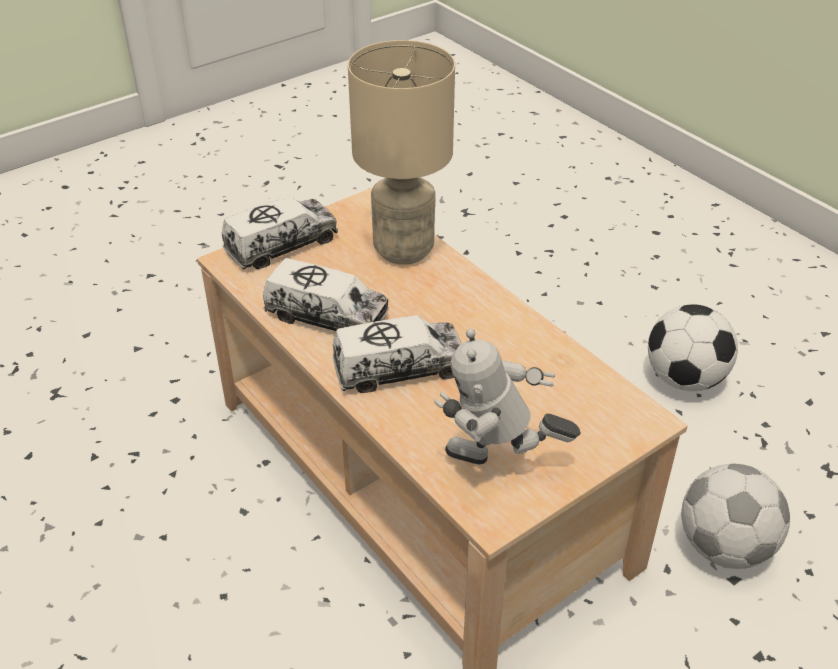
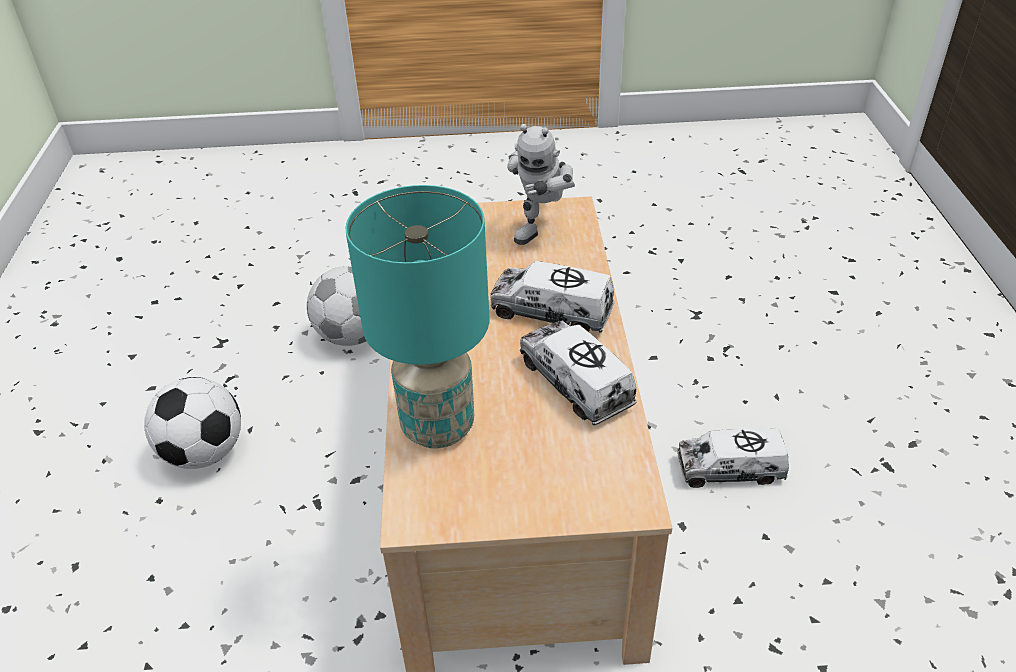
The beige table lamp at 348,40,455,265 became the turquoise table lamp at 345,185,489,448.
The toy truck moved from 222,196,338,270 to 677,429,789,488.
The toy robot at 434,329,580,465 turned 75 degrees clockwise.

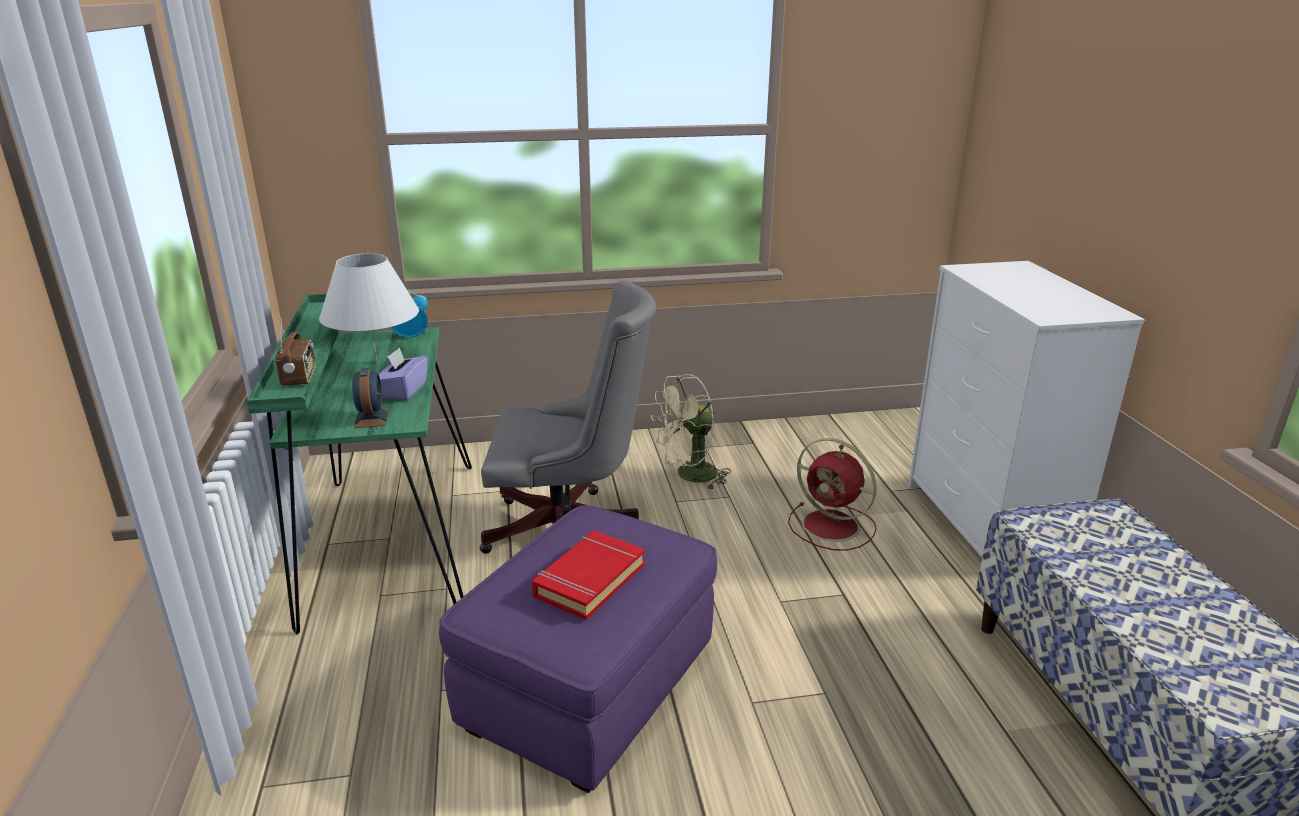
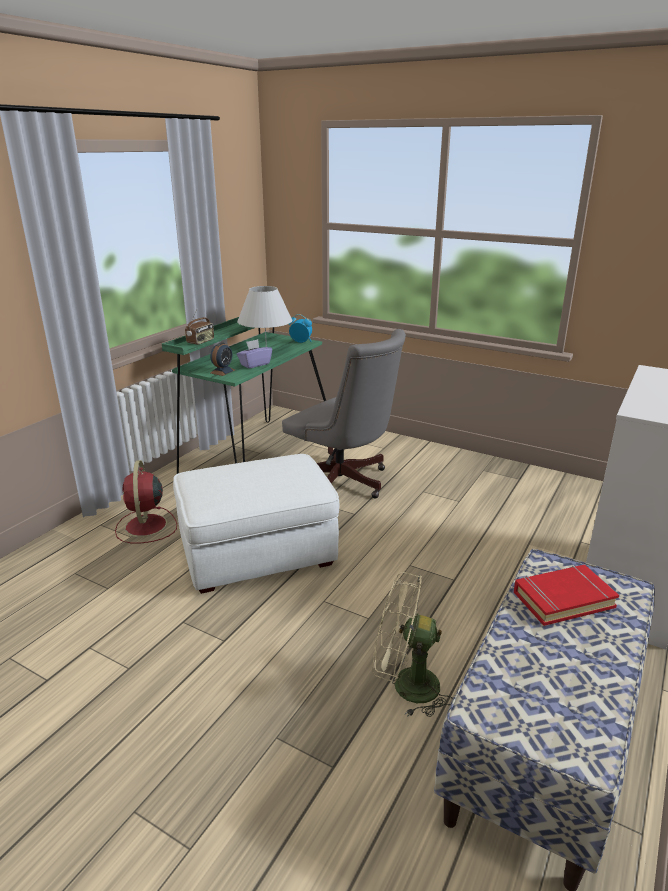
The beige fan moved from 651,374,731,490 to 373,572,453,717.
The red fan moved from 788,438,877,551 to 115,460,177,544.
The purple ottoman at 439,505,717,793 became the white ottoman at 173,454,339,594.
The red book moved from 532,531,645,620 to 514,565,619,626.

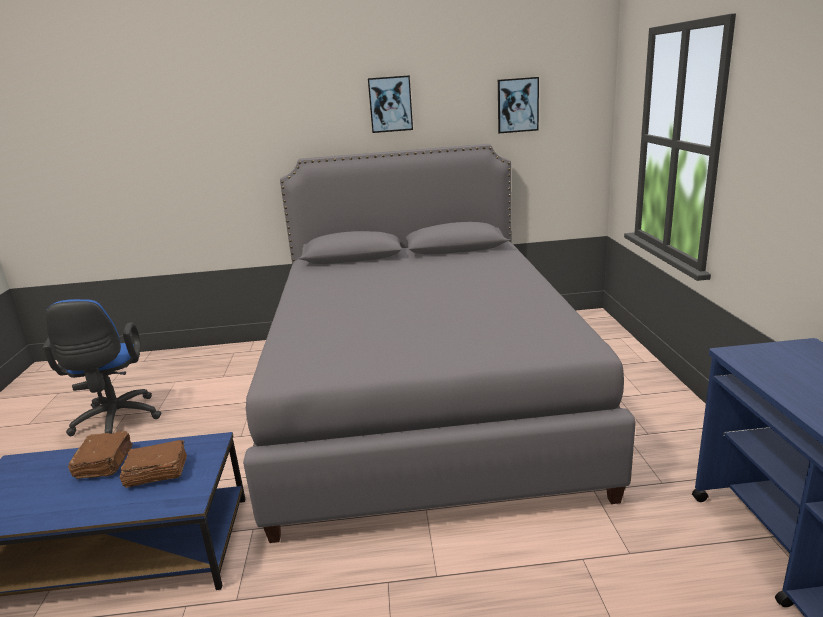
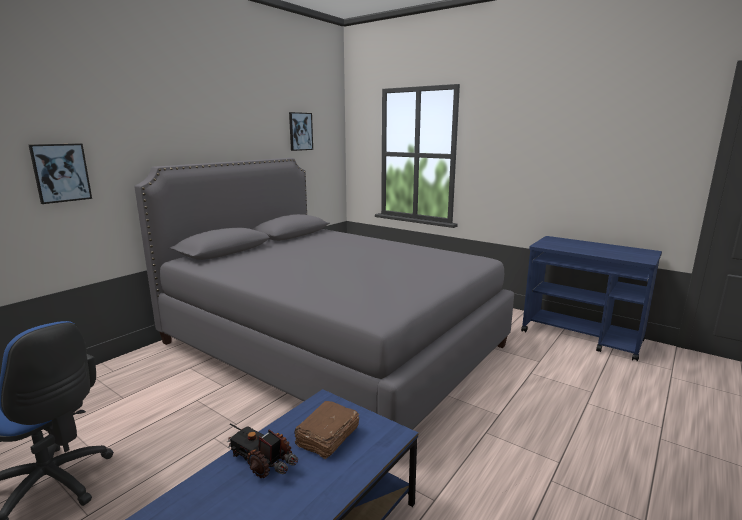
The picture moved from 368,75,413,133 to 29,143,92,204.
The brown book at 68,431,133,479 was replaced by the toy truck at 227,423,298,478.

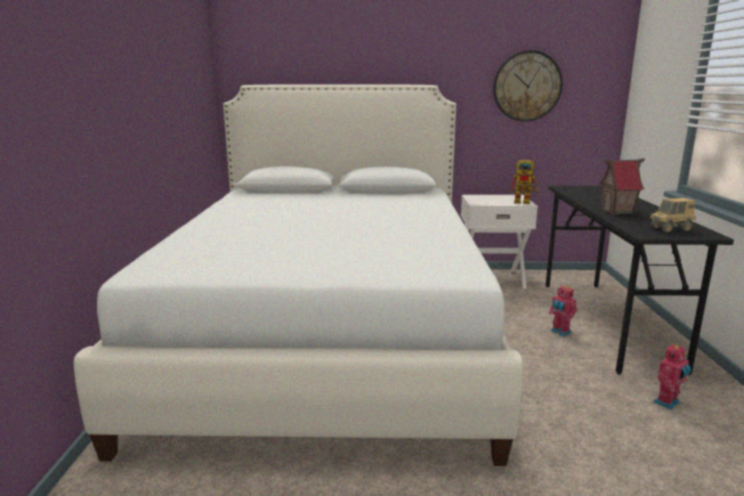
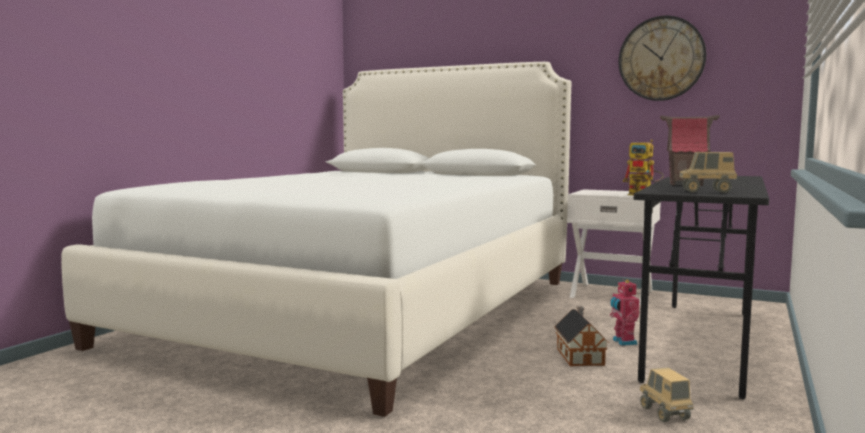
The toy robot at 653,344,691,410 was replaced by the toy truck at 639,368,694,422.
The toy house at 554,307,609,366 appeared.

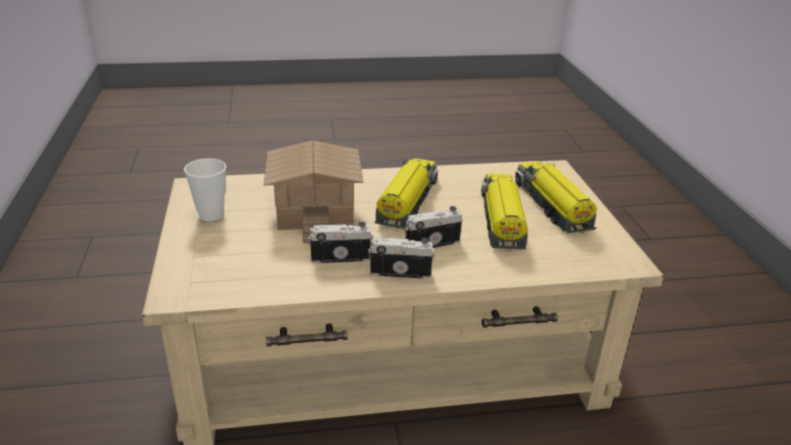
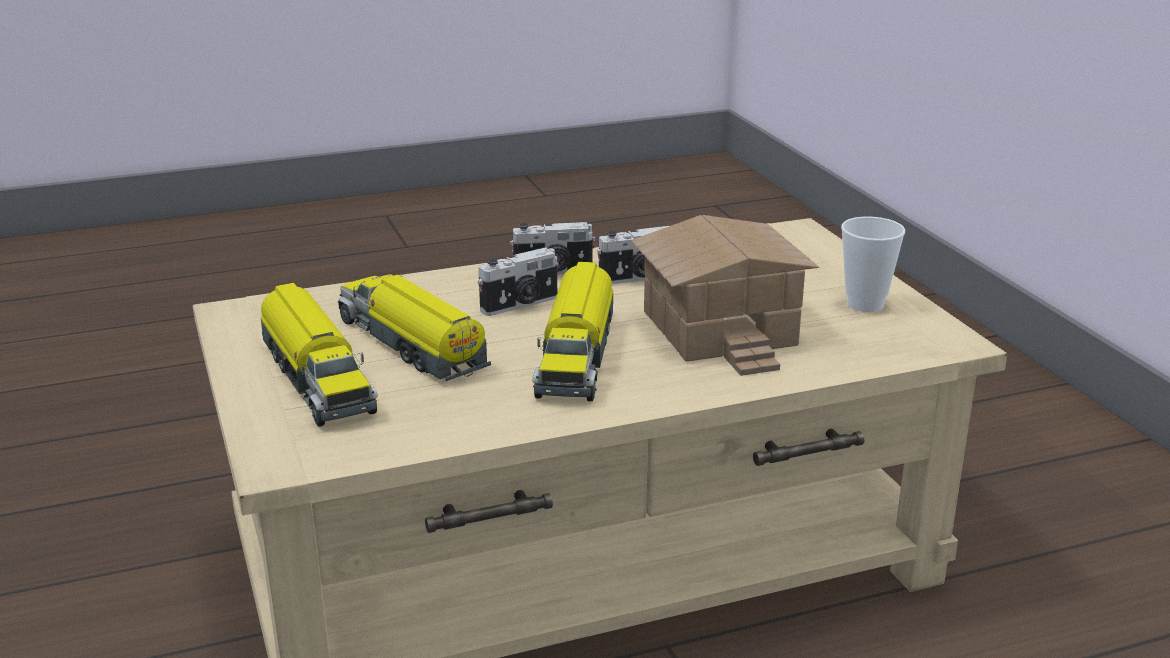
The toy truck at 481,173,528,250 turned 150 degrees clockwise.

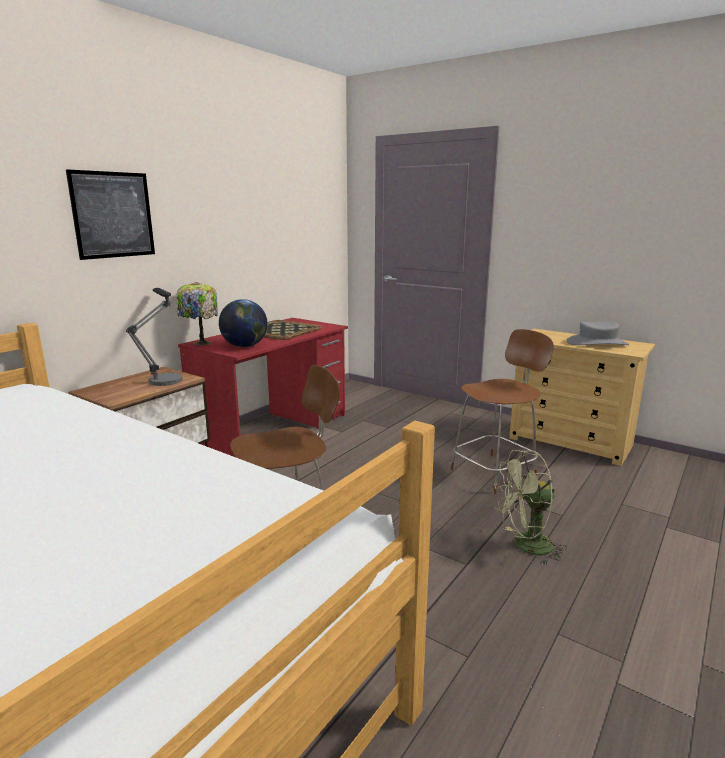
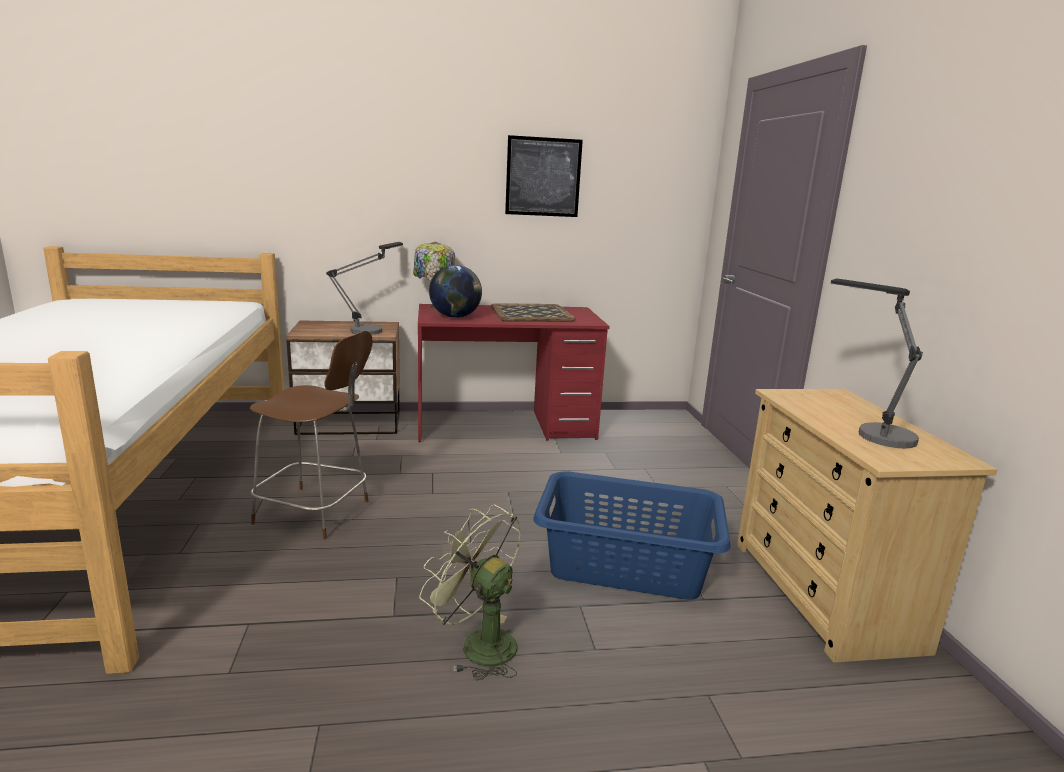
The picture moved from 66,169,155,260 to 505,135,583,217.
The grey hat at 567,321,629,345 was replaced by the table lamp at 831,279,923,449.
The brown chair at 451,329,554,494 was replaced by the blue laundry basket at 534,471,730,600.

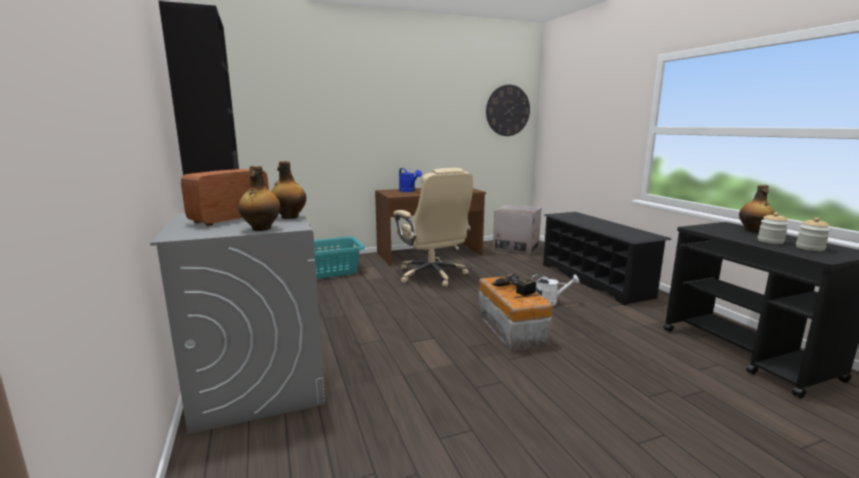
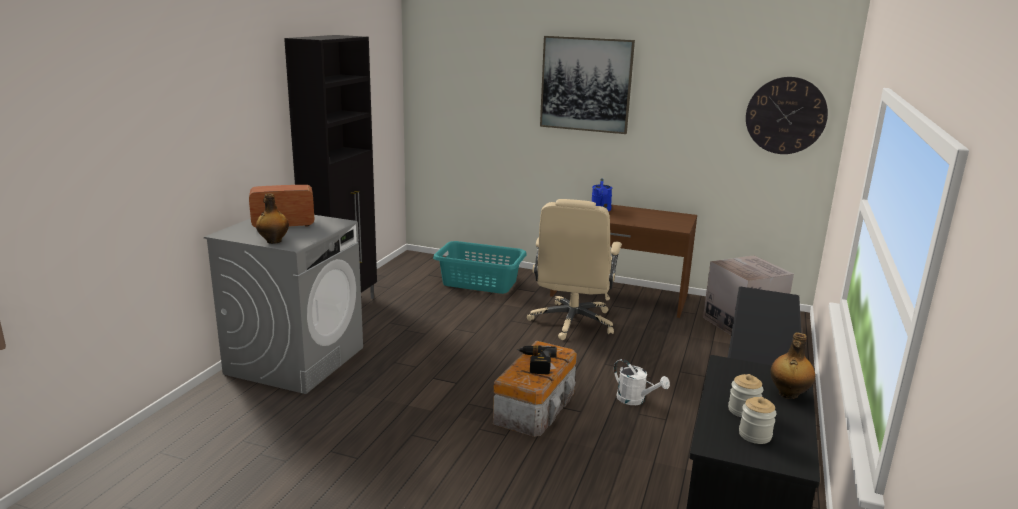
The bottle at 271,161,306,219 disappeared.
The picture at 540,36,635,134 appeared.

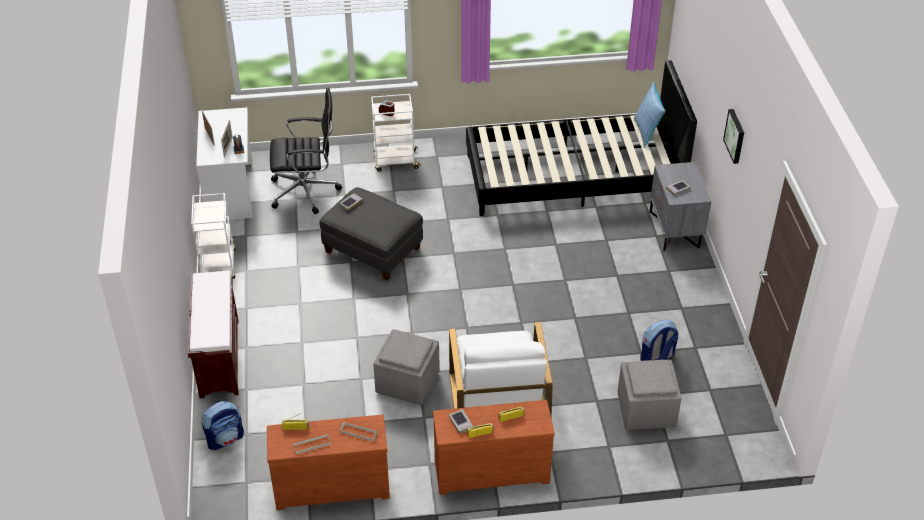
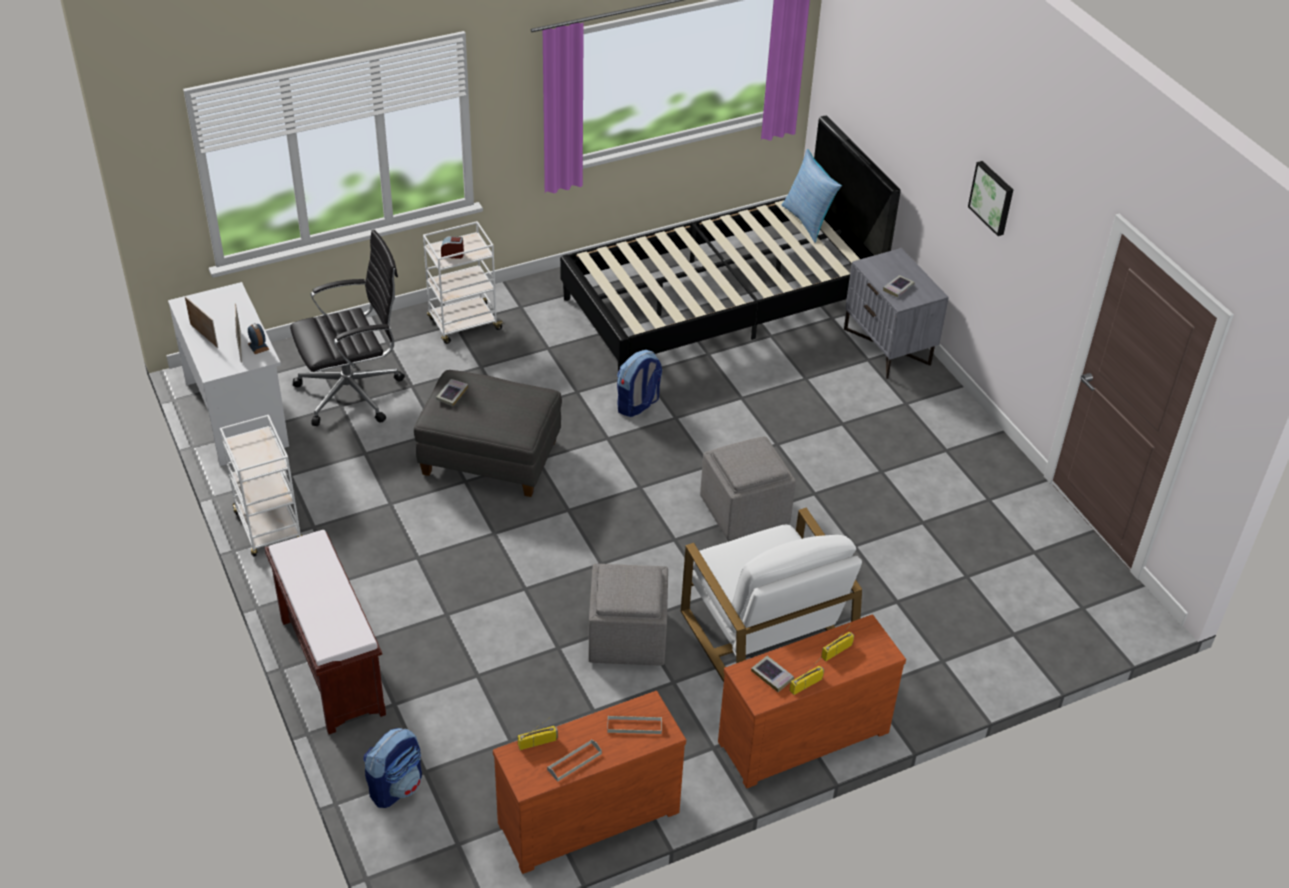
The backpack moved from 640,320,678,361 to 617,350,662,417.
The grey ottoman moved from 617,360,681,430 to 700,436,796,540.

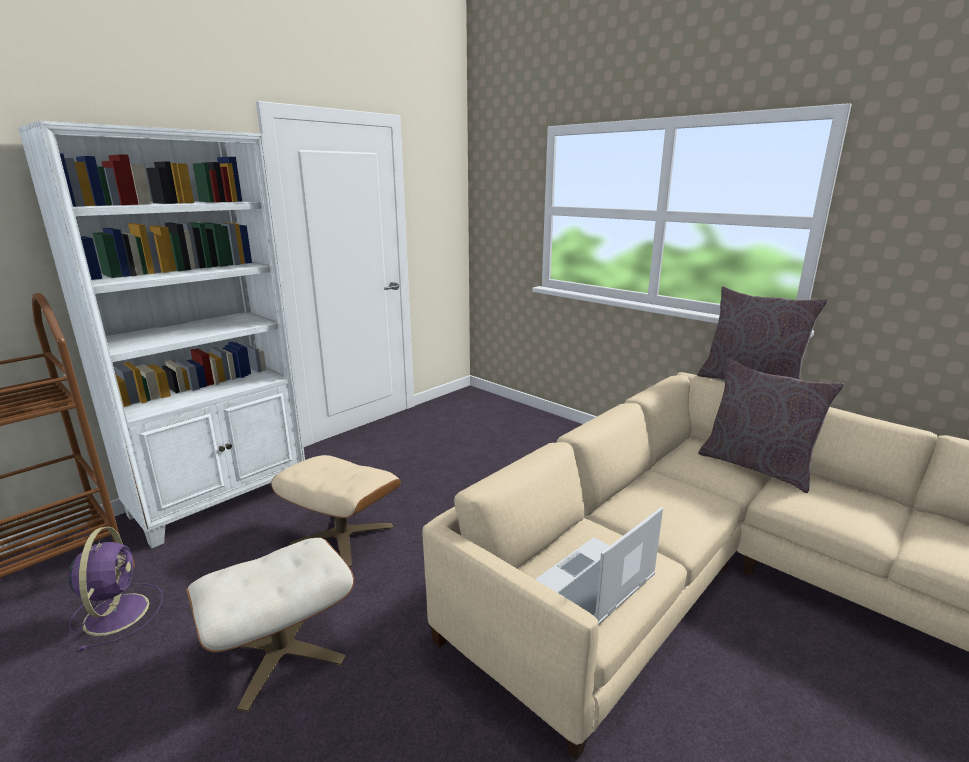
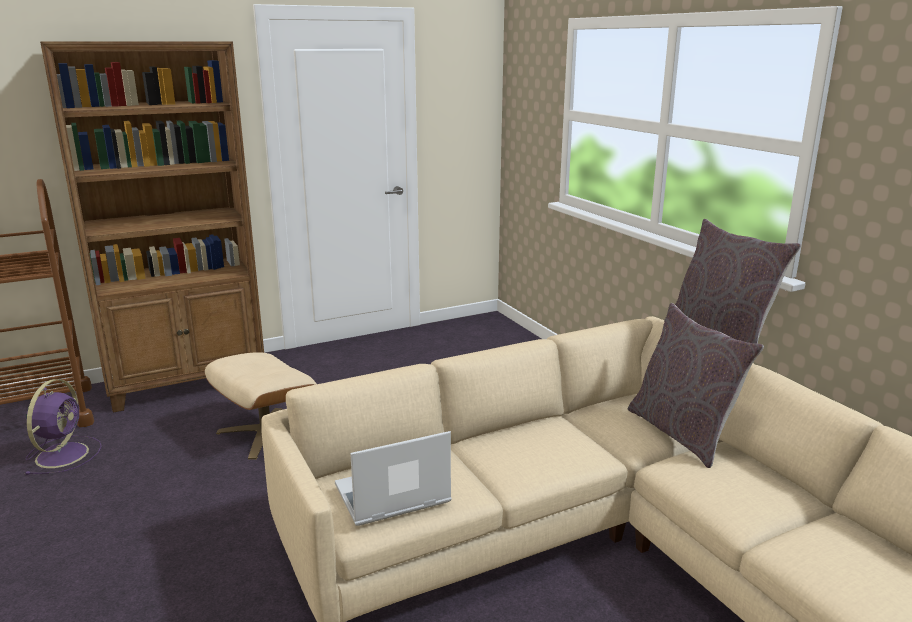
The white bookcase at 18,121,305,548 became the brown bookcase at 40,41,264,413.
The beige ottoman at 186,538,354,712 disappeared.

